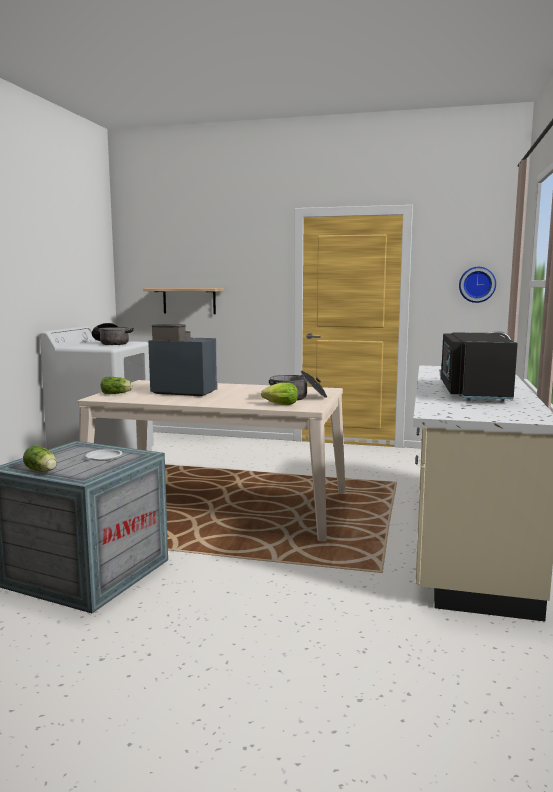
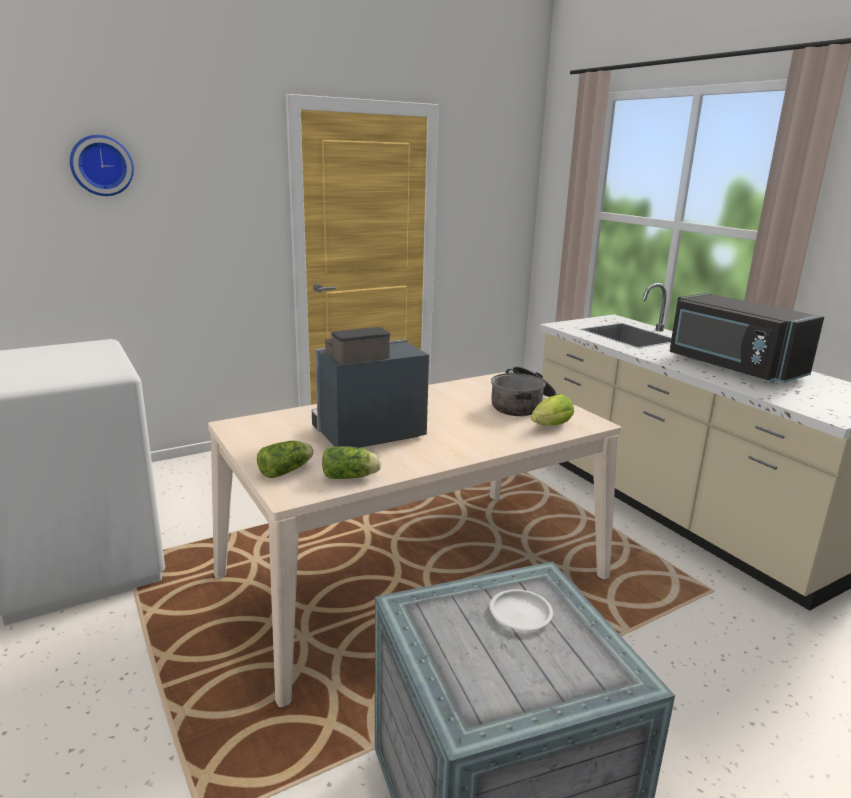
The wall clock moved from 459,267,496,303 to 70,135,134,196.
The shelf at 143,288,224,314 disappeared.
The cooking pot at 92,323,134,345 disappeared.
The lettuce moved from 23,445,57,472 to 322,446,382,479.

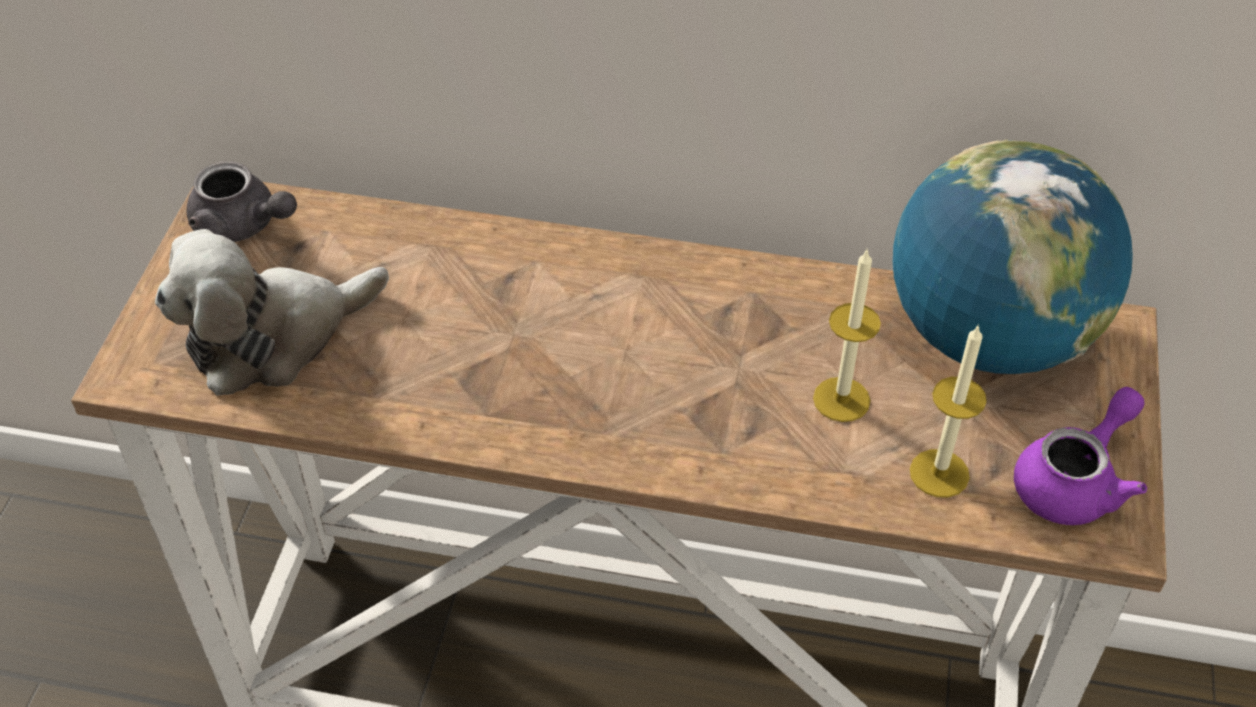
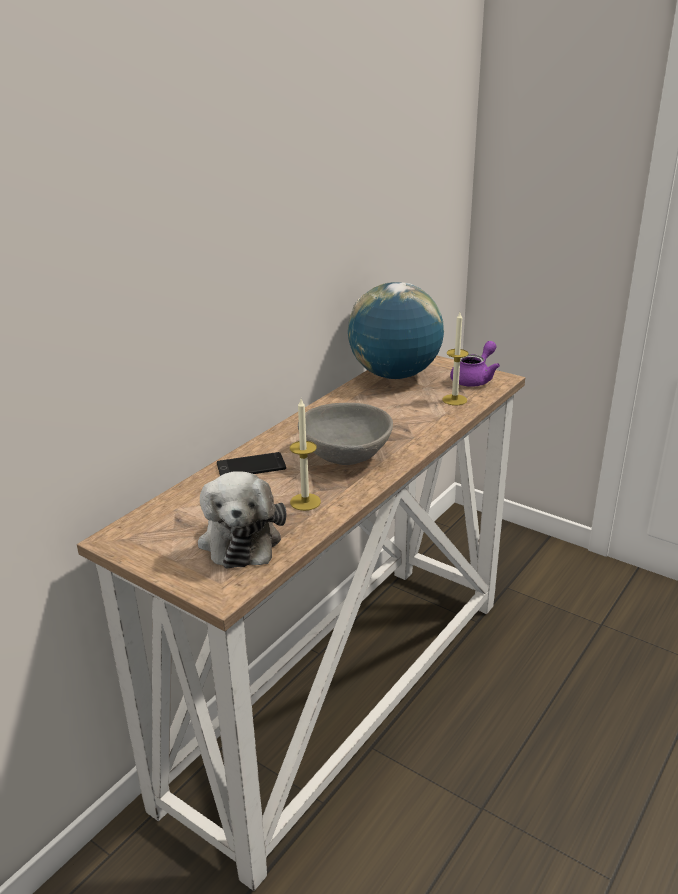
The grey teapot at 187,161,297,242 disappeared.
The candle moved from 813,248,881,422 to 290,399,321,511.
The purple teapot at 1014,387,1147,525 turned 60 degrees clockwise.
The grey bowl at 298,403,393,465 appeared.
The phone at 217,452,286,476 appeared.

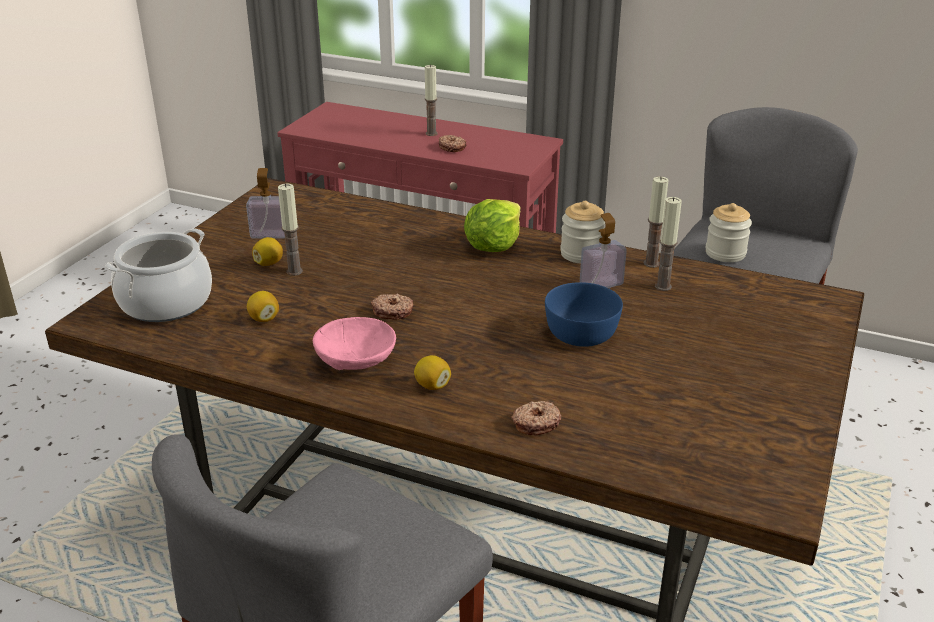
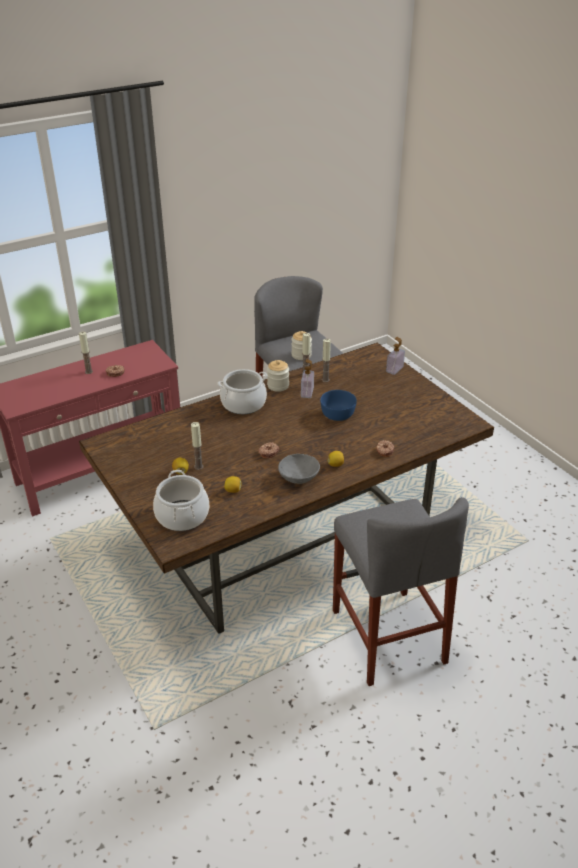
The soap dispenser moved from 246,168,285,239 to 386,337,405,375.
The lettuce at 464,199,521,252 was replaced by the cooking pot at 218,369,268,414.
The pink bowl at 313,317,396,370 became the grey bowl at 278,454,320,484.

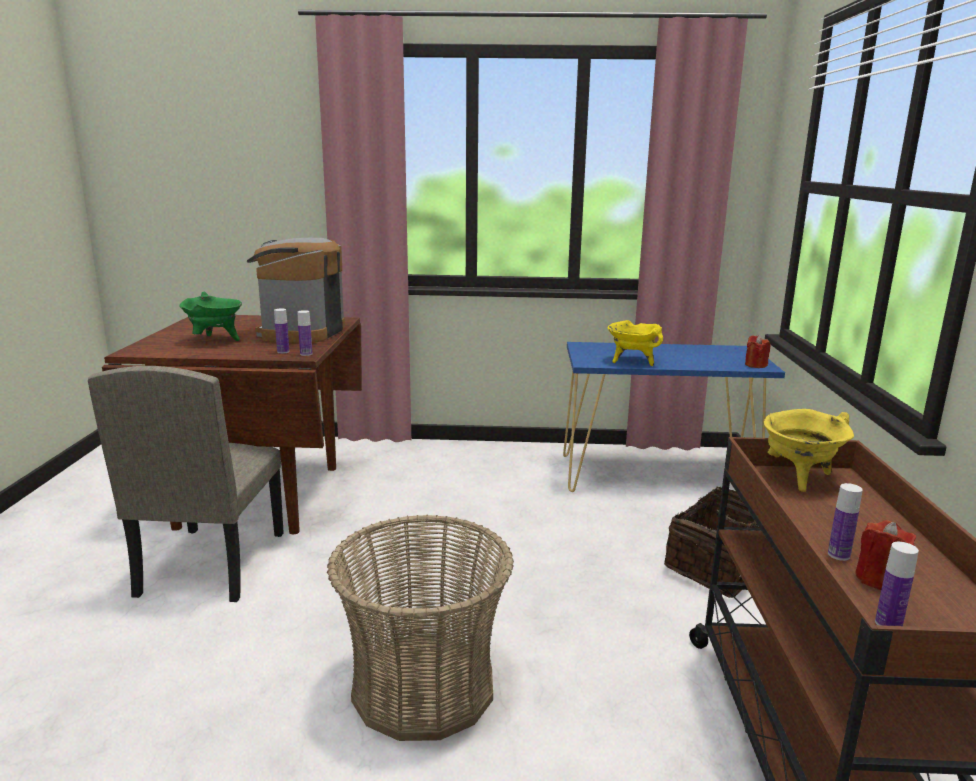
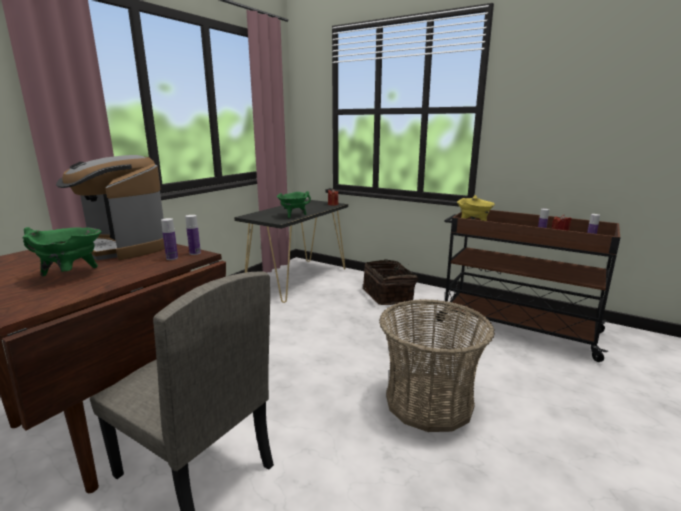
The yellow cooking pot at 607,320,663,366 became the green cooking pot at 277,191,311,218.
The blue console table at 563,342,785,492 became the black console table at 234,199,348,303.

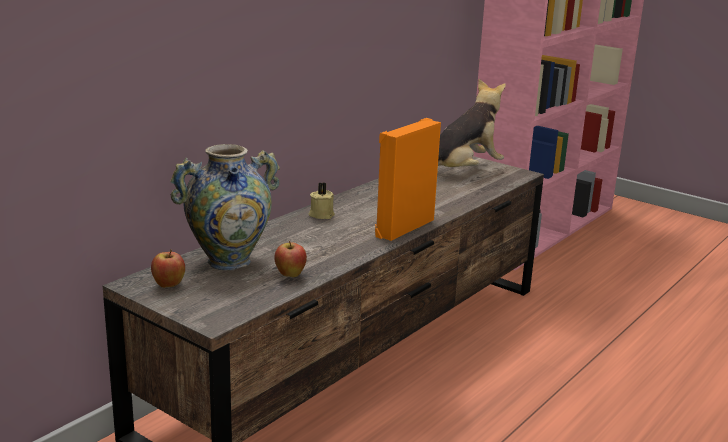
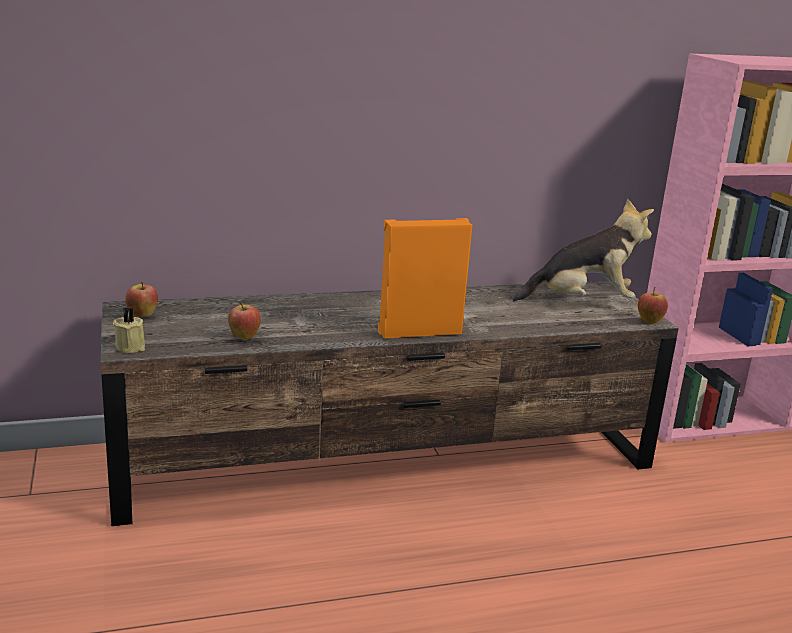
The vase at 170,144,280,271 disappeared.
The beige candle moved from 309,182,335,219 to 113,307,145,353.
The apple at 638,287,668,324 appeared.

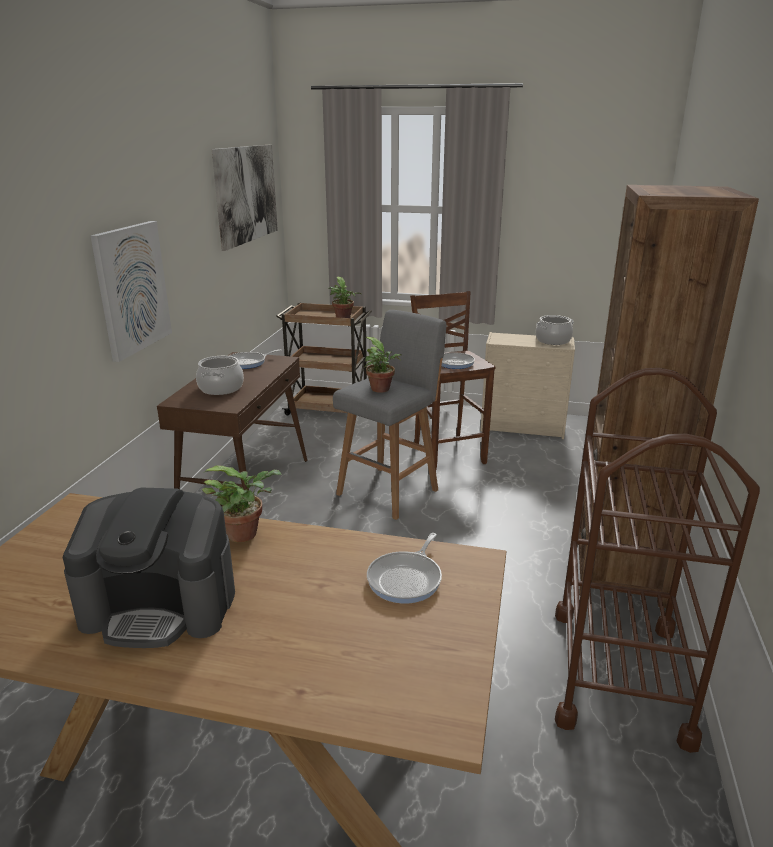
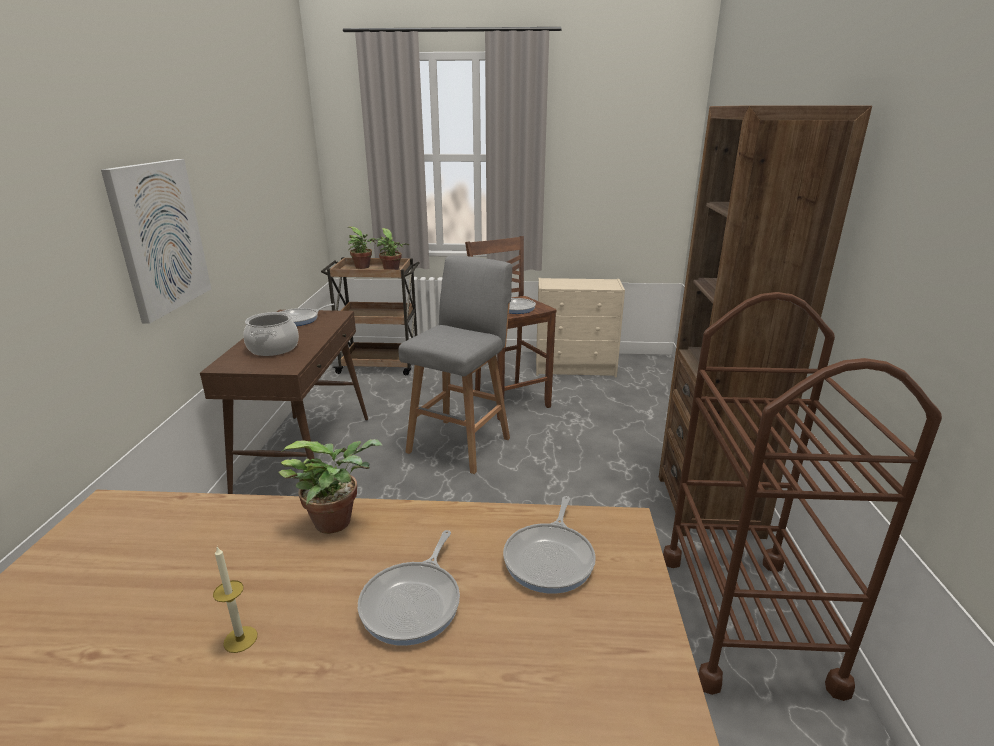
The picture at 212,145,278,251 disappeared.
The cooking pot at 535,315,574,345 disappeared.
The potted plant moved from 364,337,402,393 to 348,227,377,269.
The coffee machine at 63,488,235,648 was replaced by the candle at 213,547,257,653.
The frying pan at 358,530,460,646 appeared.

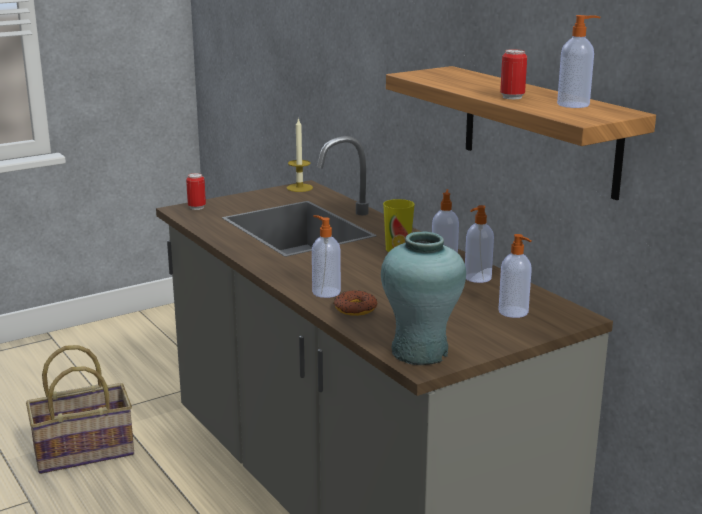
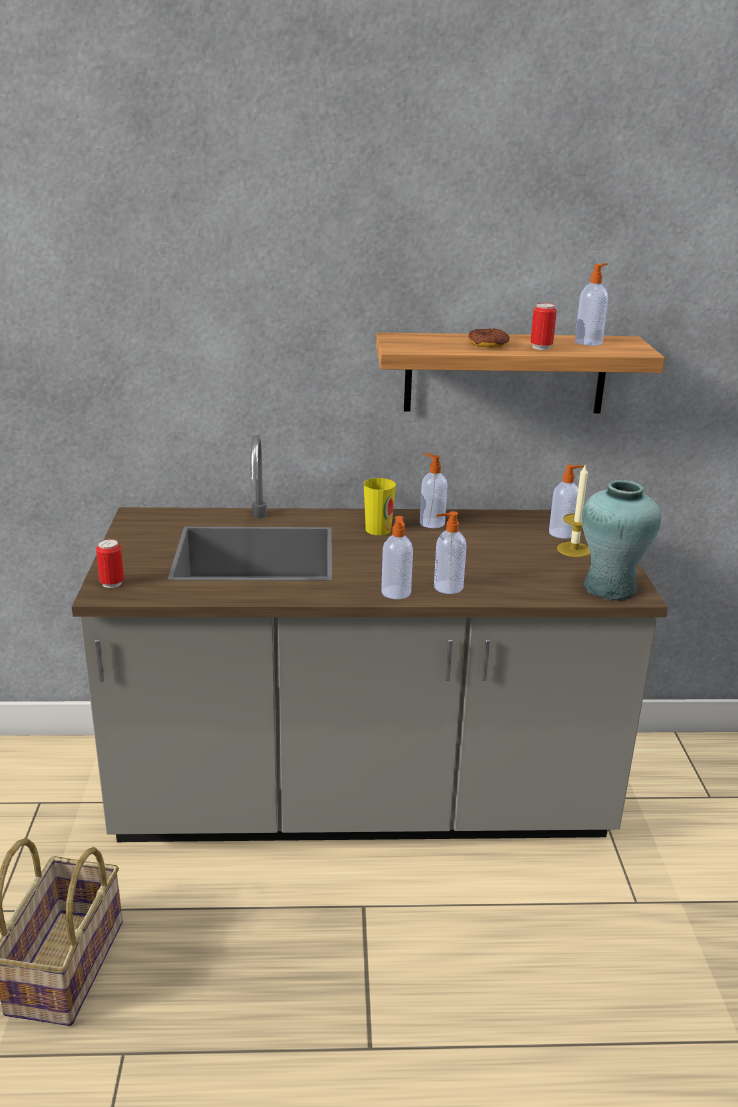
The candle moved from 287,118,313,192 to 557,465,590,557.
The soap dispenser moved from 465,205,494,283 to 381,516,413,599.
The donut moved from 333,290,377,316 to 468,328,510,348.

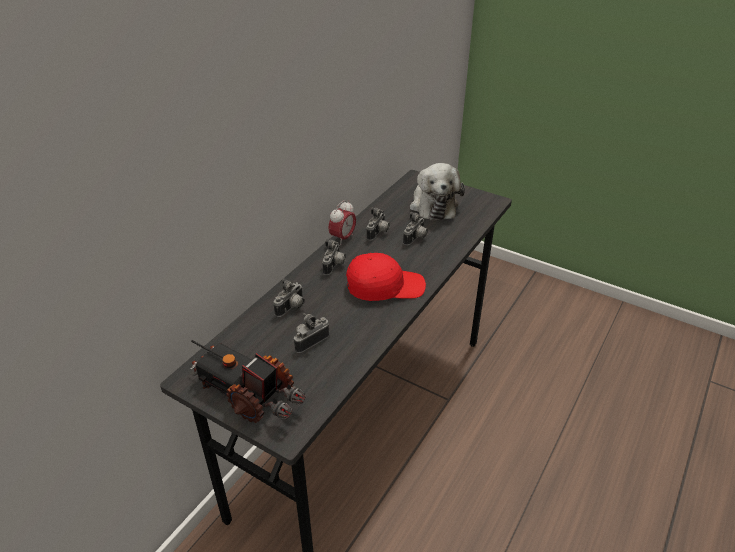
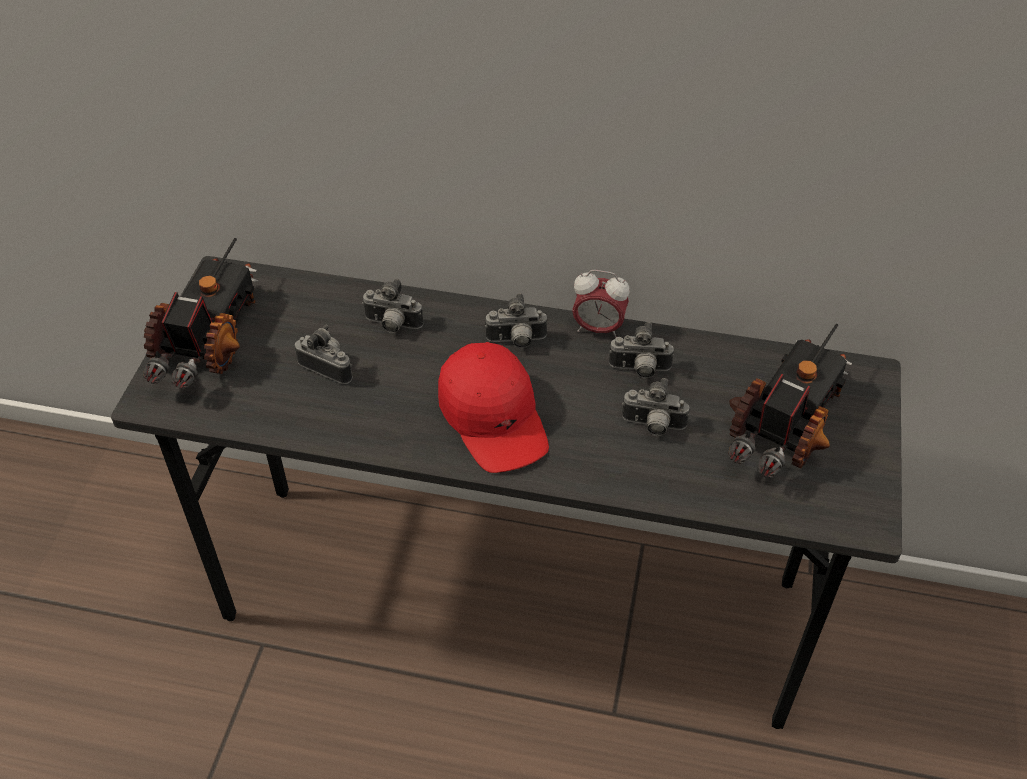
The plush toy at 410,163,465,221 was replaced by the toy truck at 728,324,852,478.

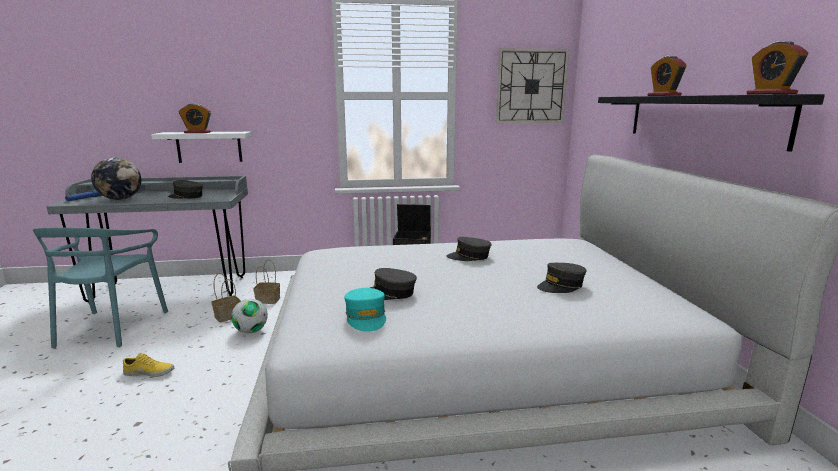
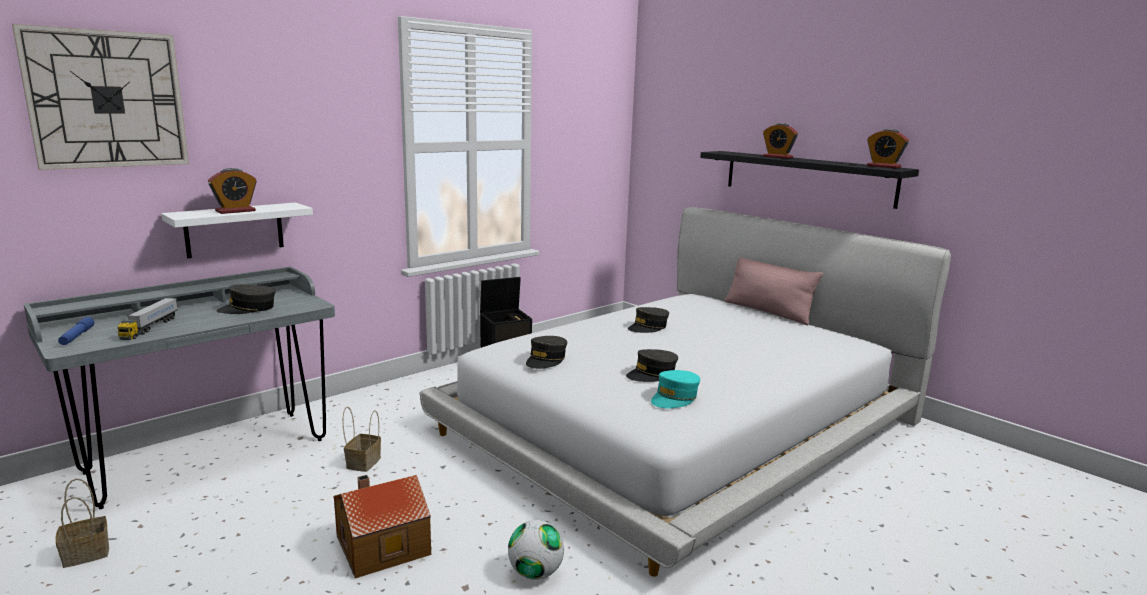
The wall clock moved from 496,48,569,123 to 12,24,189,170.
The globe at 91,157,141,200 was replaced by the toy truck at 117,298,178,340.
The turquoise chair at 33,227,168,348 disappeared.
The basket moved from 253,259,280,304 to 55,479,109,568.
The grey cap moved from 537,263,587,293 to 526,336,567,369.
The turquoise cap at 344,288,386,332 turned 90 degrees clockwise.
The football moved from 231,299,268,333 to 508,520,564,580.
The yellow shoe at 123,353,174,377 was replaced by the toy house at 333,475,431,578.
The pink pillow at 725,257,823,325 appeared.

